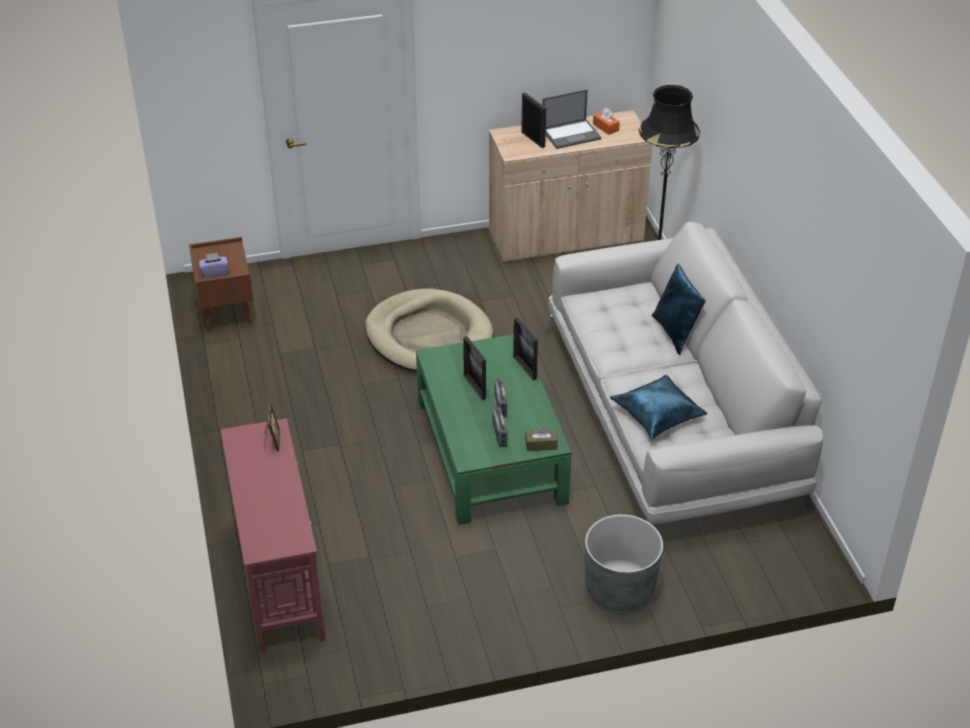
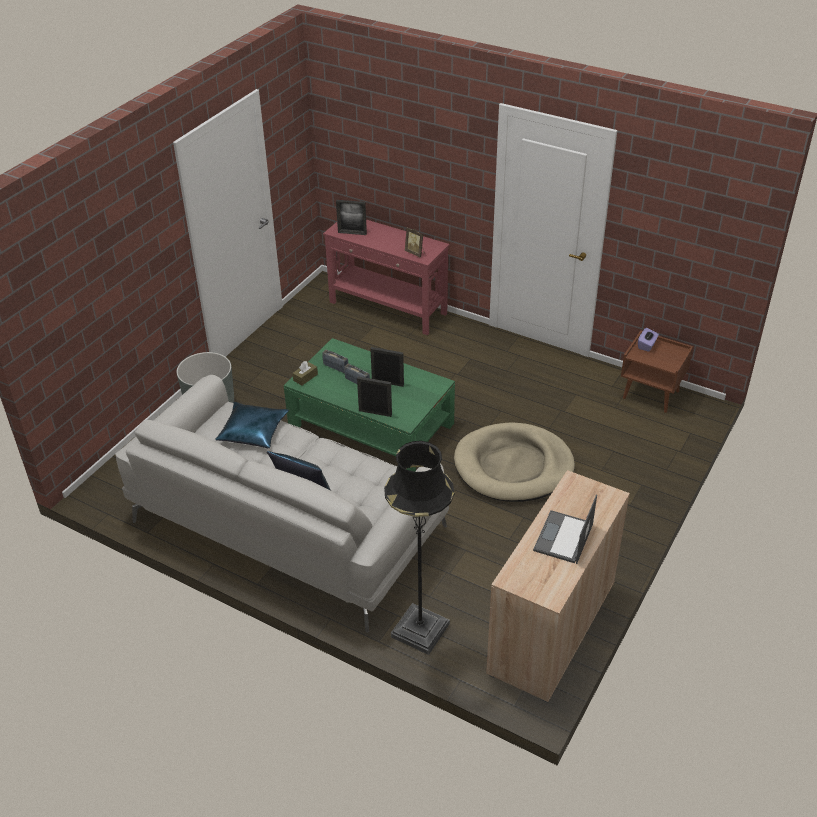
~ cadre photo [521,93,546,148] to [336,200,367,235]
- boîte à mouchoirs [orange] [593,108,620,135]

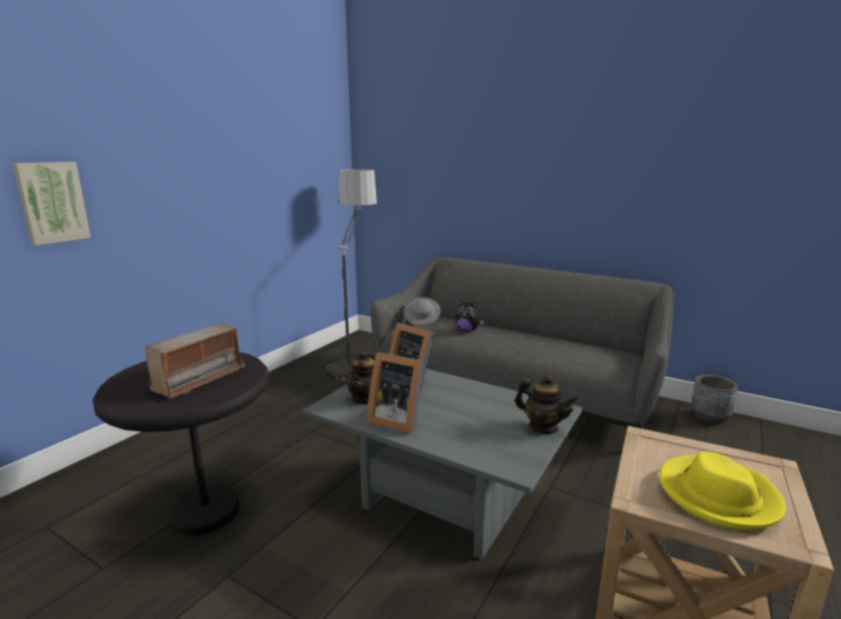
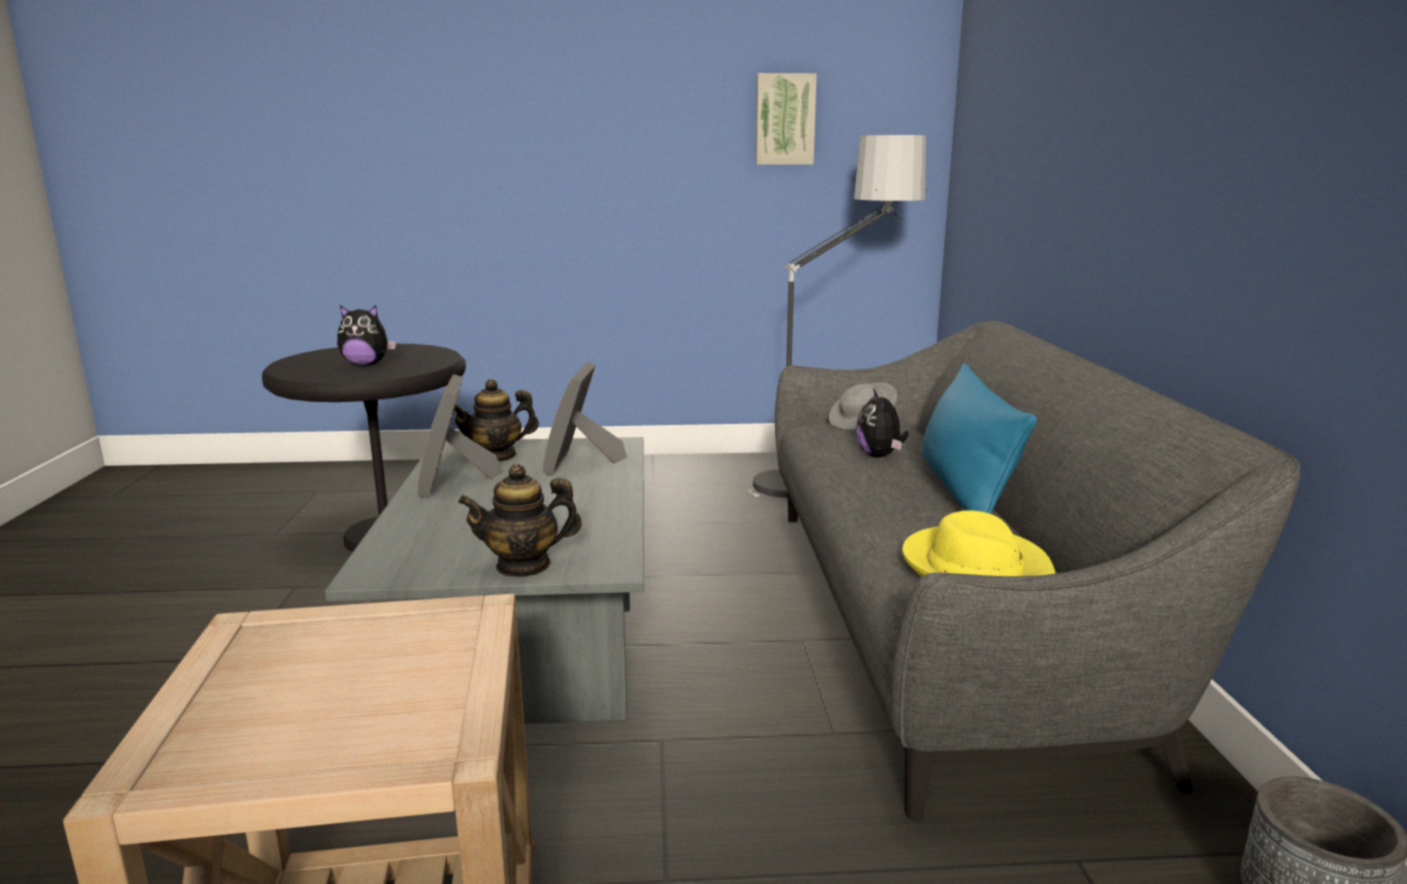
~ tableau [13,162,91,245] to [756,73,817,165]
~ radio [145,323,245,399] to peluche [337,305,396,366]
~ théière [515,375,578,434] = [458,464,582,577] 75 degrees clockwise
~ chapeau [jaune] [659,452,786,530] to [902,510,1055,577]
+ coussin [bleu] [922,363,1037,514]

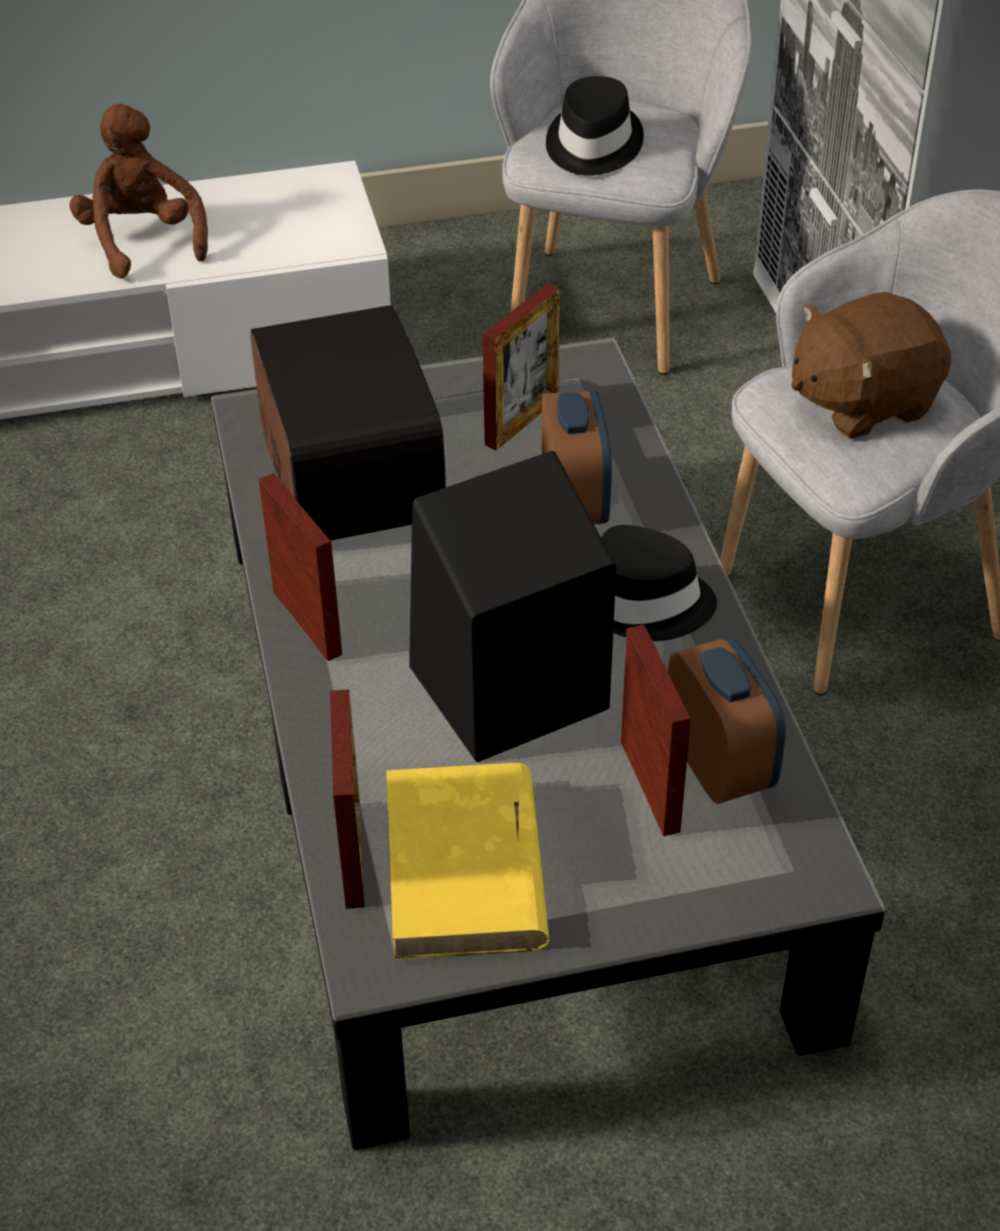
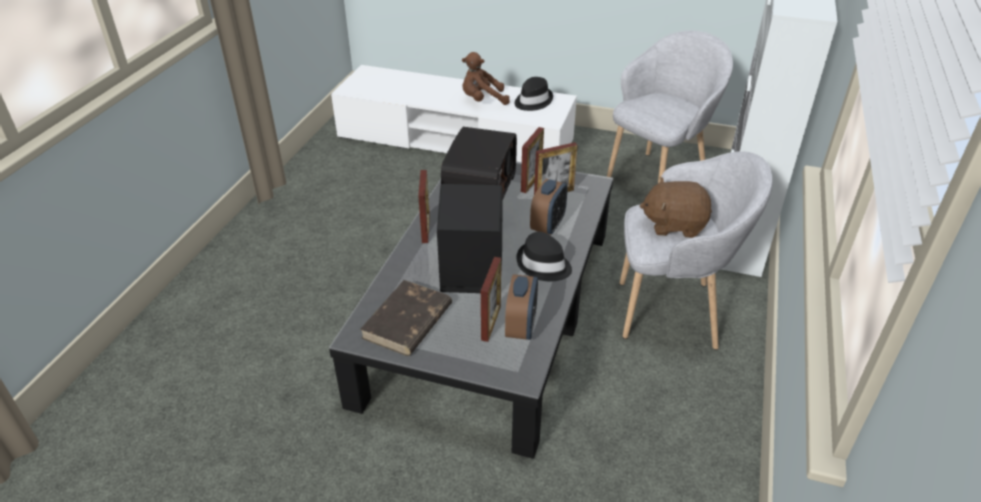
~ peluche [marron] [70,104,208,279] = [462,52,510,105] 105 degrees counterclockwise
~ cadre photo [330,689,365,909] to [521,127,544,193]
~ livre [jaune] [386,763,550,960] to livre [marron] [360,280,452,356]
~ chapeau [noir] [546,76,644,176] to [514,77,553,111]

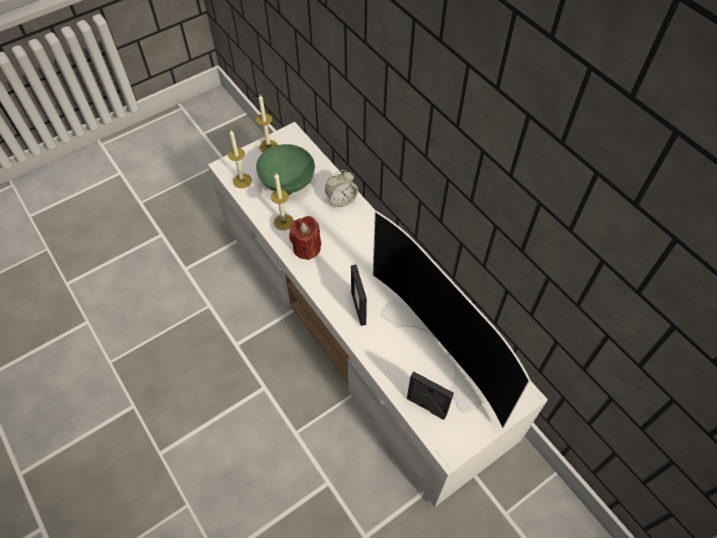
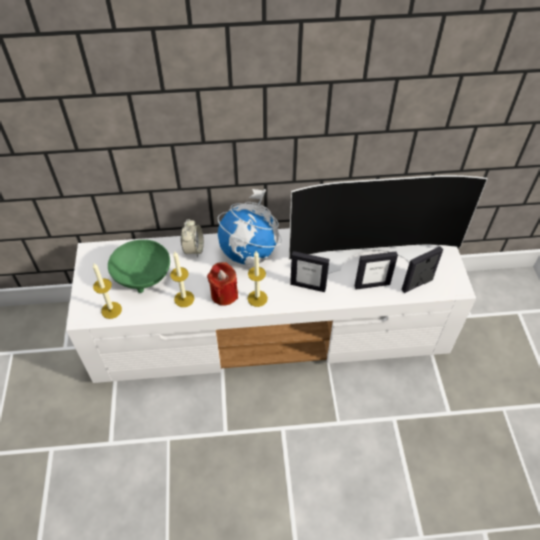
~ bougie [256,95,278,152] to [248,251,268,307]
+ globe [218,189,282,265]
+ cadre photo [355,251,398,290]

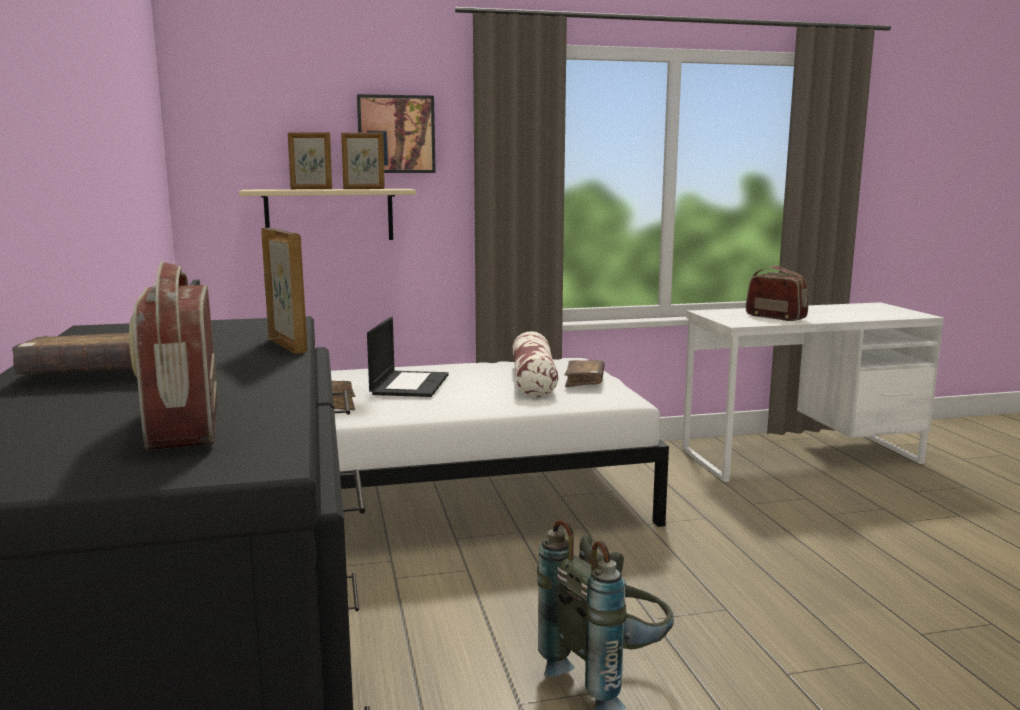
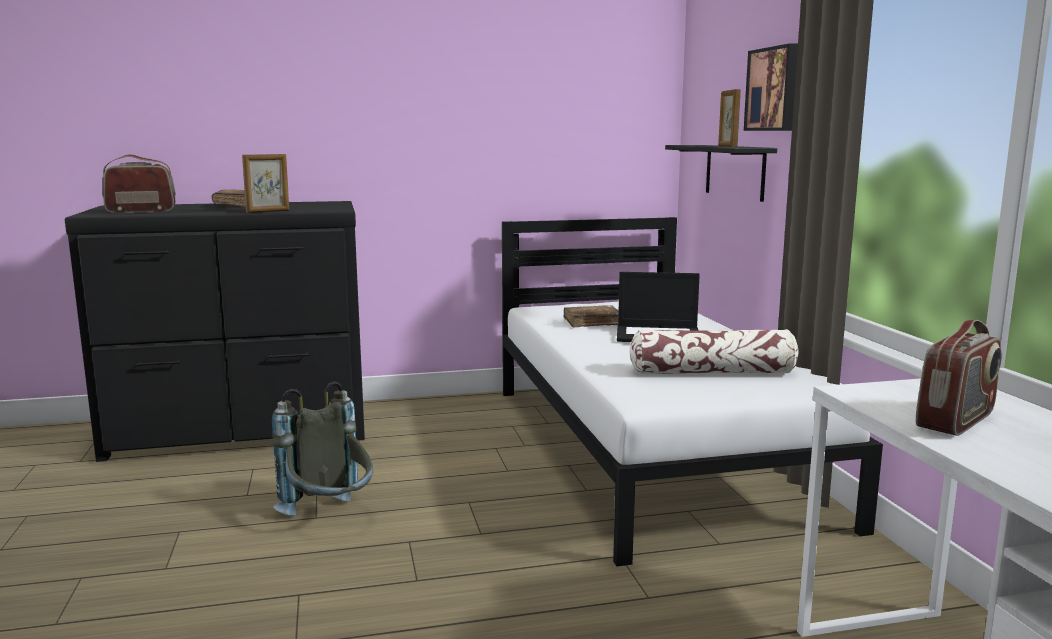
~ étagère [beige] [239,189,416,240] to étagère [noir] [665,145,777,202]
- cadre photo [288,132,332,189]
- livre [marron] [565,360,605,387]

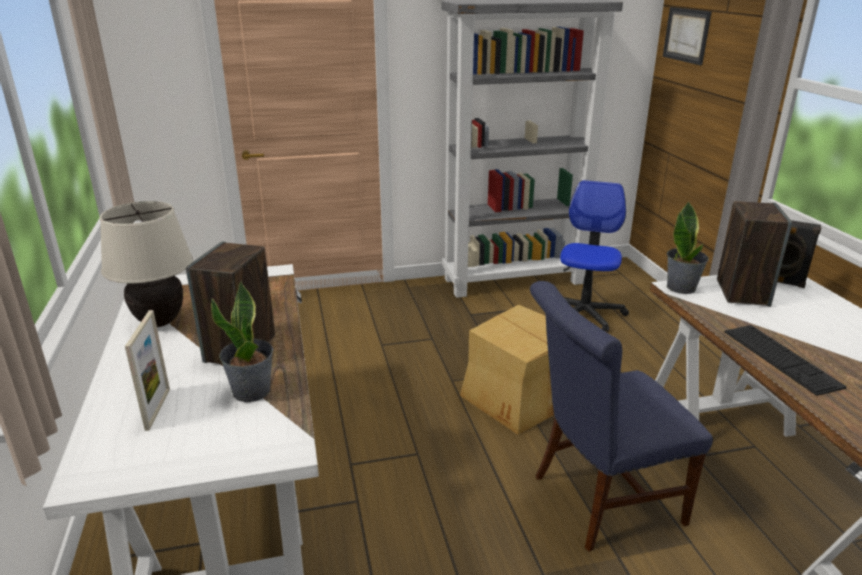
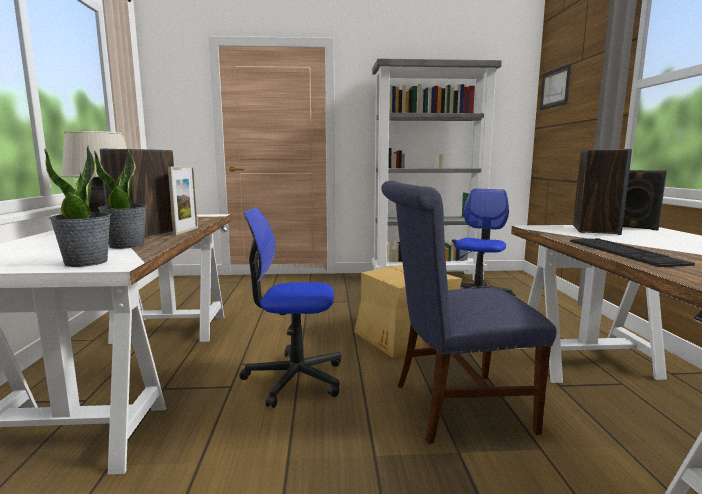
~ cadre photo [125,310,170,431] to [168,166,198,235]
~ plante en pot [667,201,709,294] to [44,146,111,267]
+ chaise de bureau [239,208,342,408]

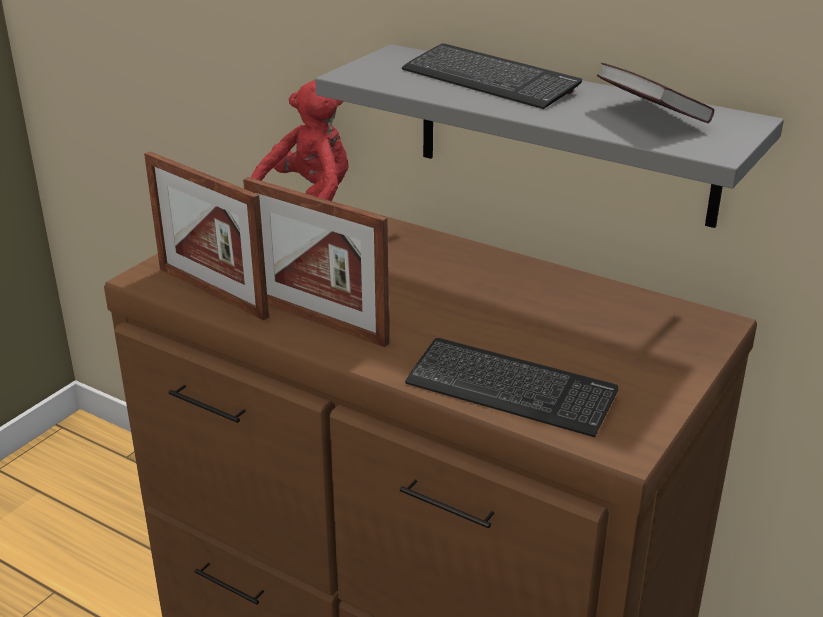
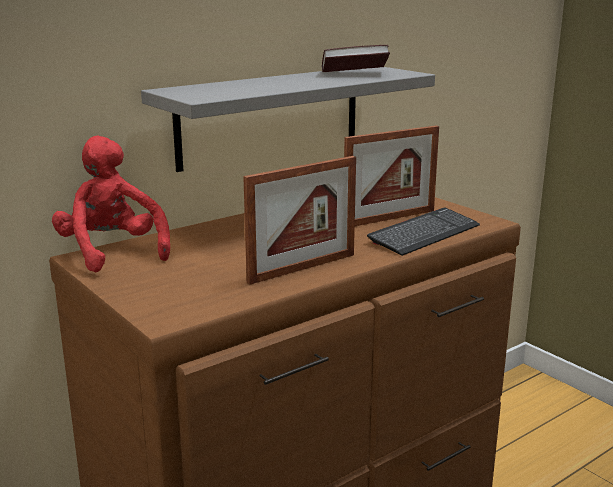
~ cadre photo [144,152,269,320] to [344,126,439,226]
- clavier [402,44,582,109]

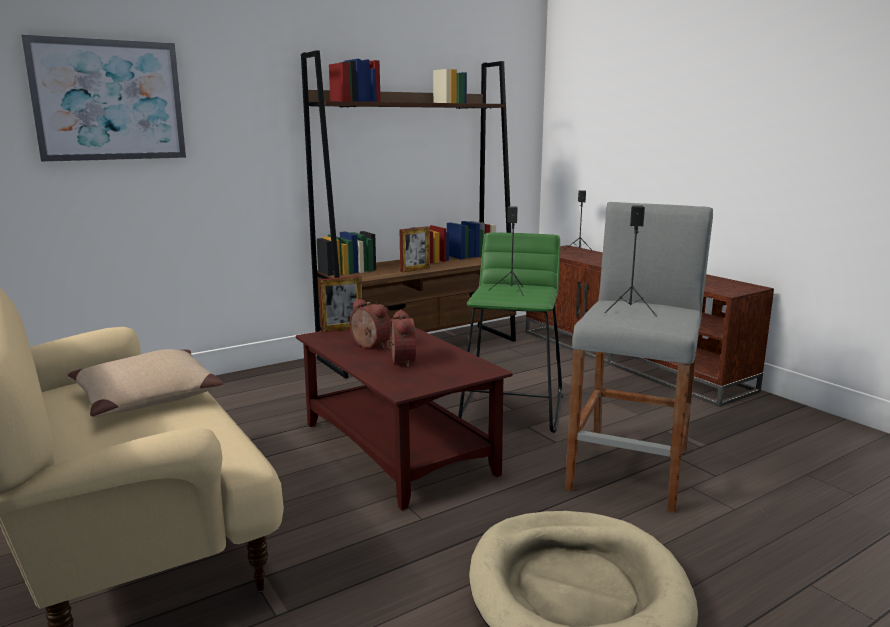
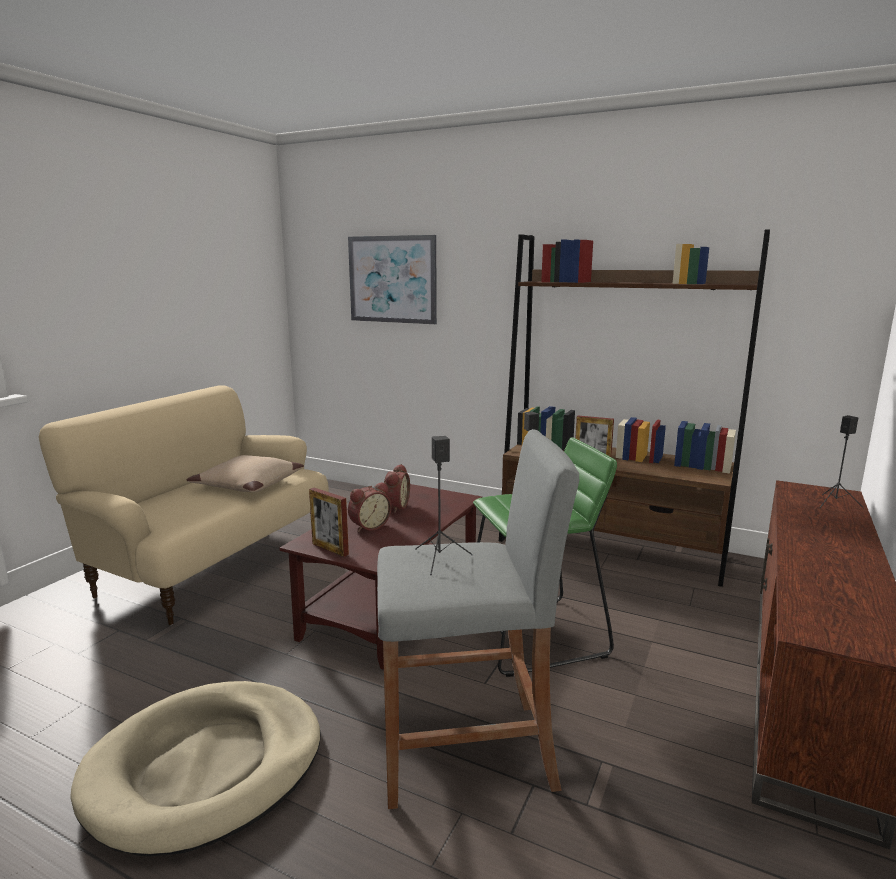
~ cadre photo [319,276,362,332] to [309,488,349,557]

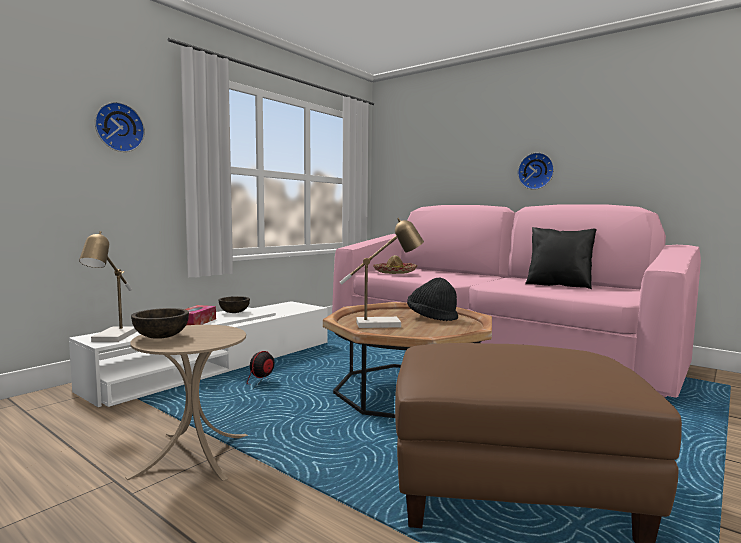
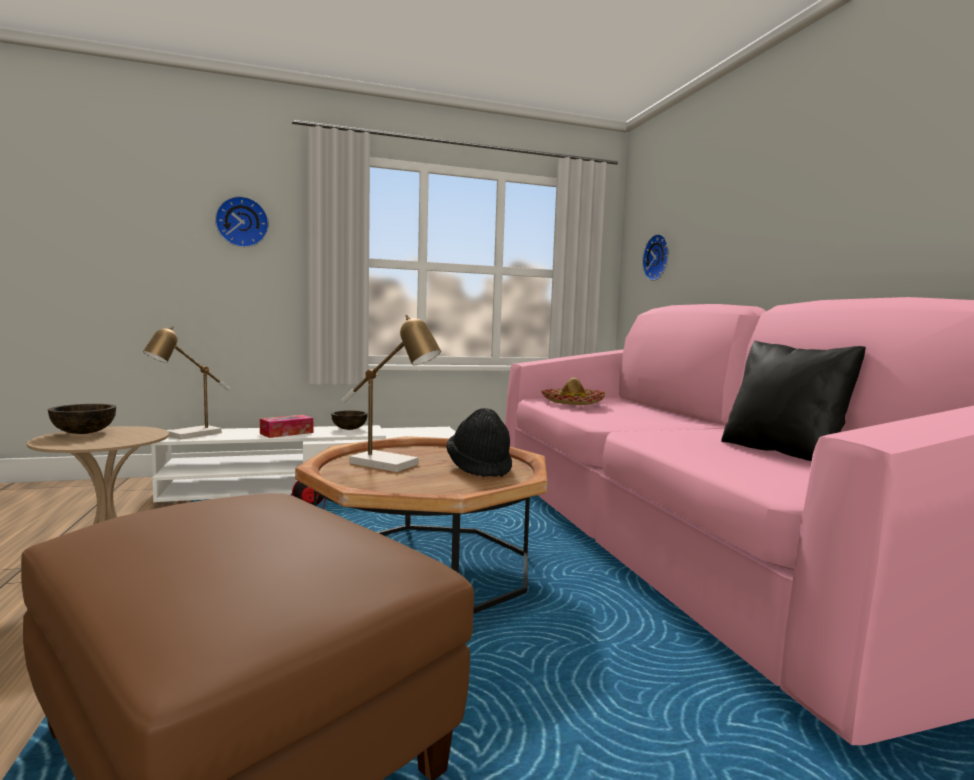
~ horloge murale [518,152,554,190] to [642,234,669,281]

